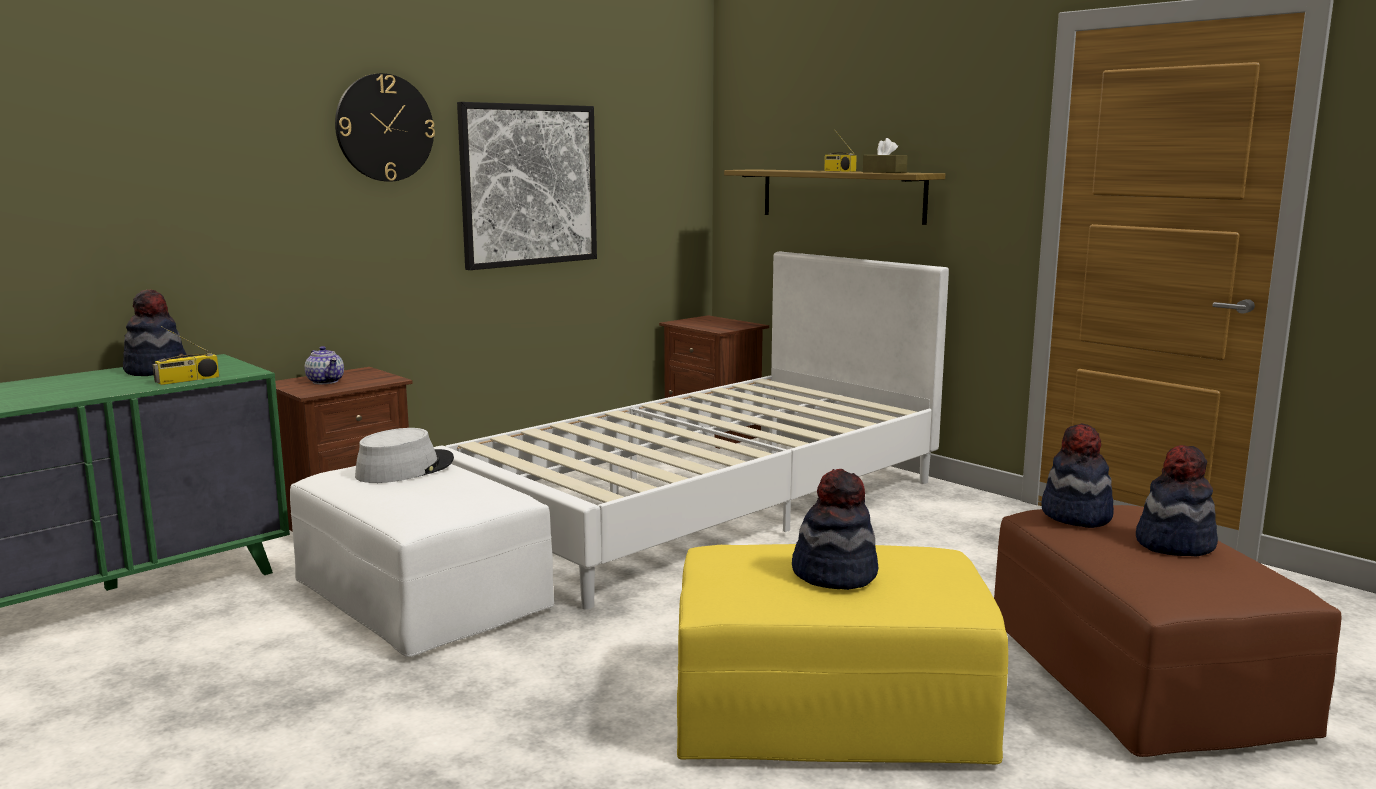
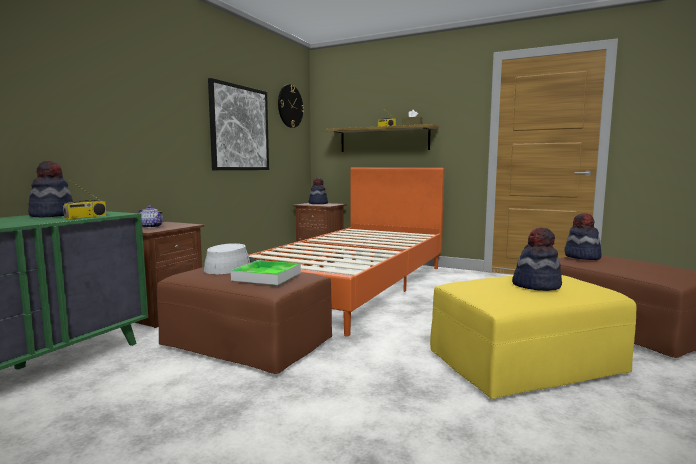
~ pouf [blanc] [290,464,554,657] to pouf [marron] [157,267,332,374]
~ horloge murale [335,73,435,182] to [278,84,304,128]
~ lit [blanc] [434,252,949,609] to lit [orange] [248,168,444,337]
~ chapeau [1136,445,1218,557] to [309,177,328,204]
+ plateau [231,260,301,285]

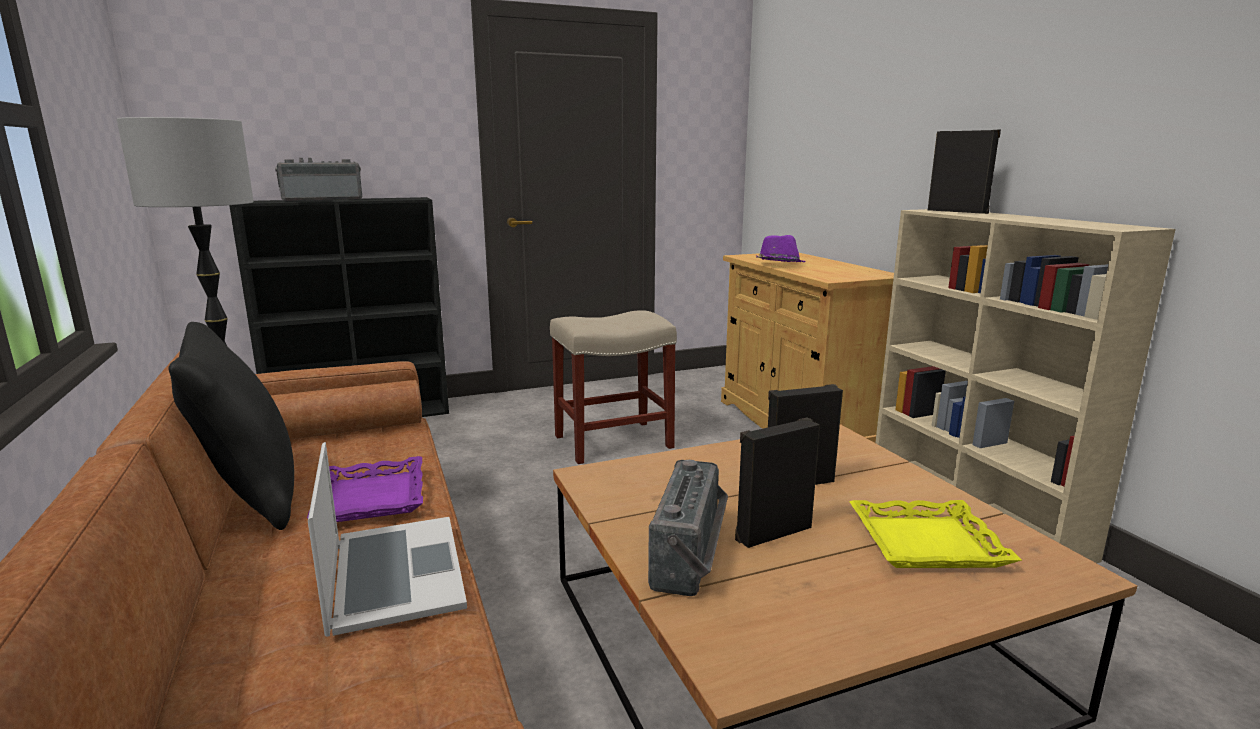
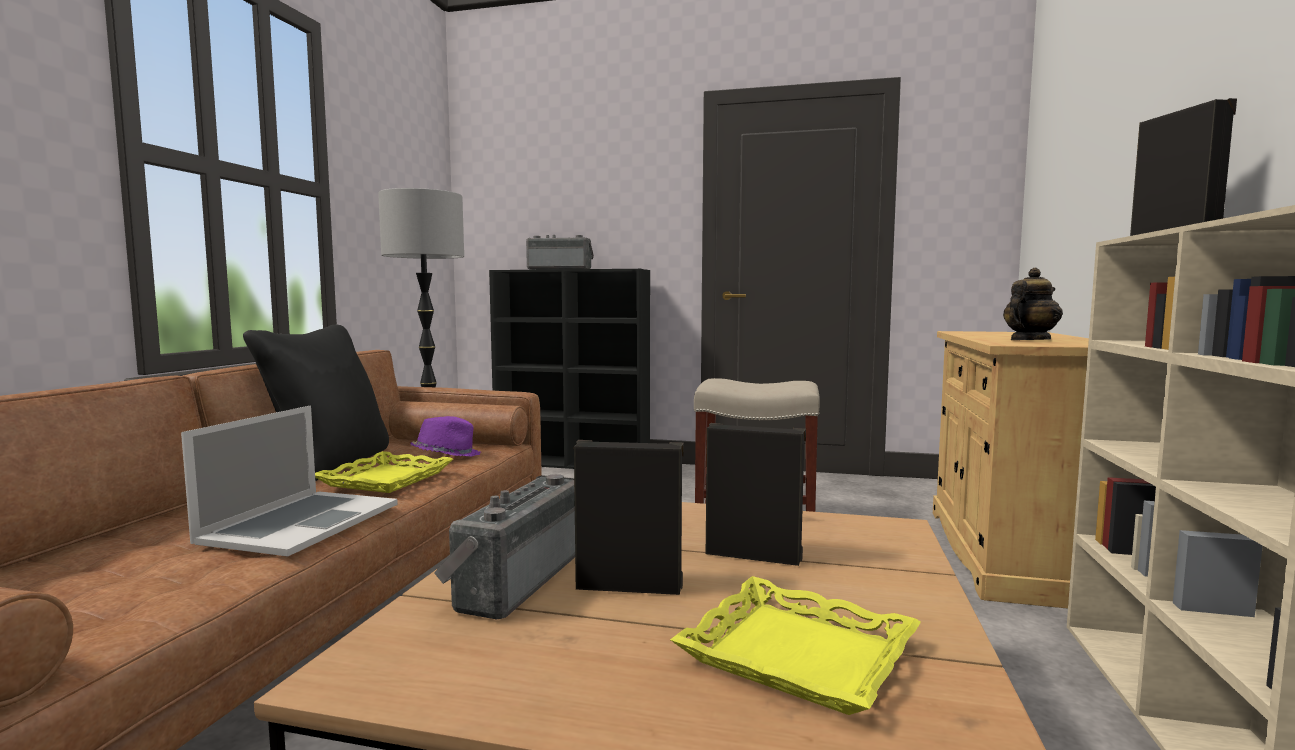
~ plateau [violet] [307,456,423,522] to plateau [jaune] [315,451,453,493]
~ radio [648,460,728,596] = [434,474,575,619] 150 degrees clockwise
~ chapeau [violet] [756,235,805,262] to [410,416,480,457]
+ théière [1003,268,1063,340]

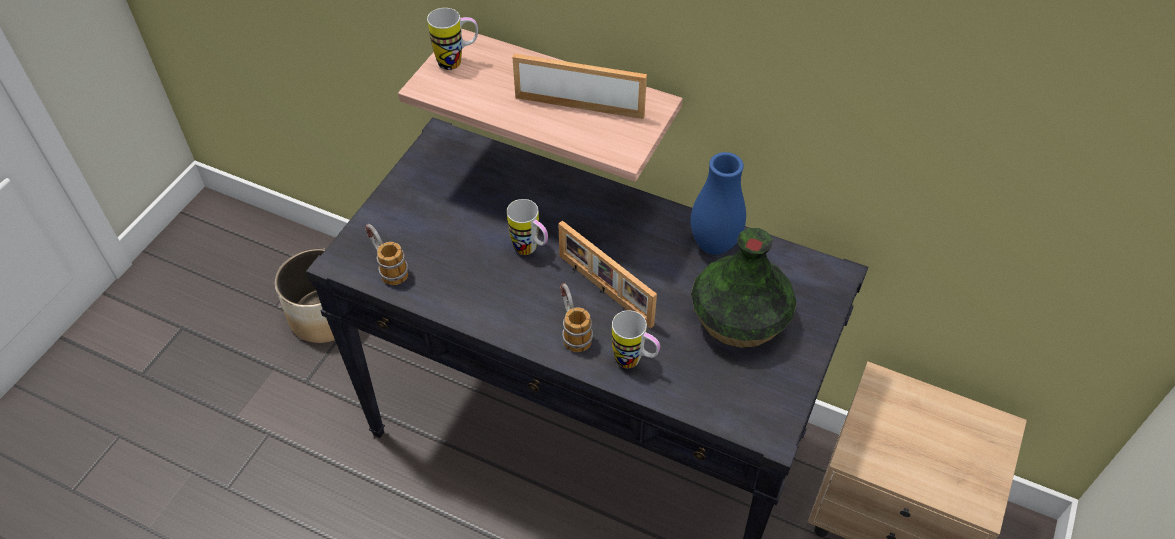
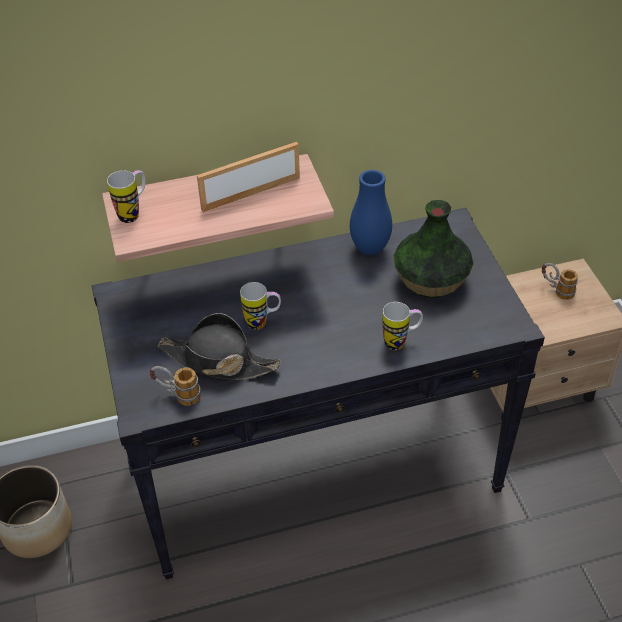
- cadre photo [558,220,657,329]
~ mug [560,283,593,352] to [542,263,578,300]
+ chapeau [noir] [157,313,281,380]

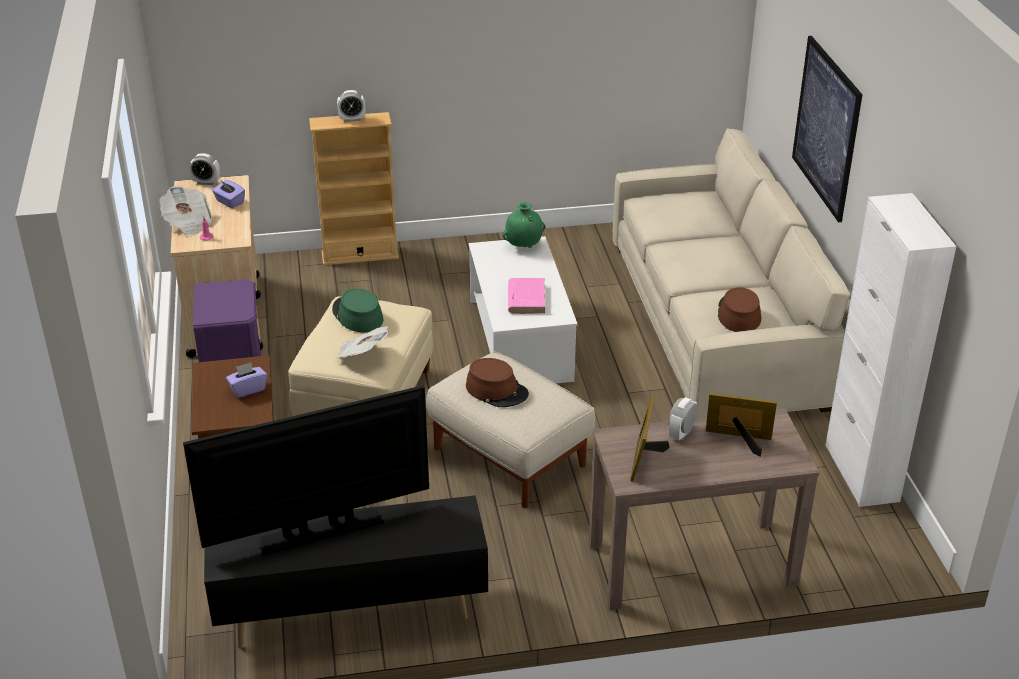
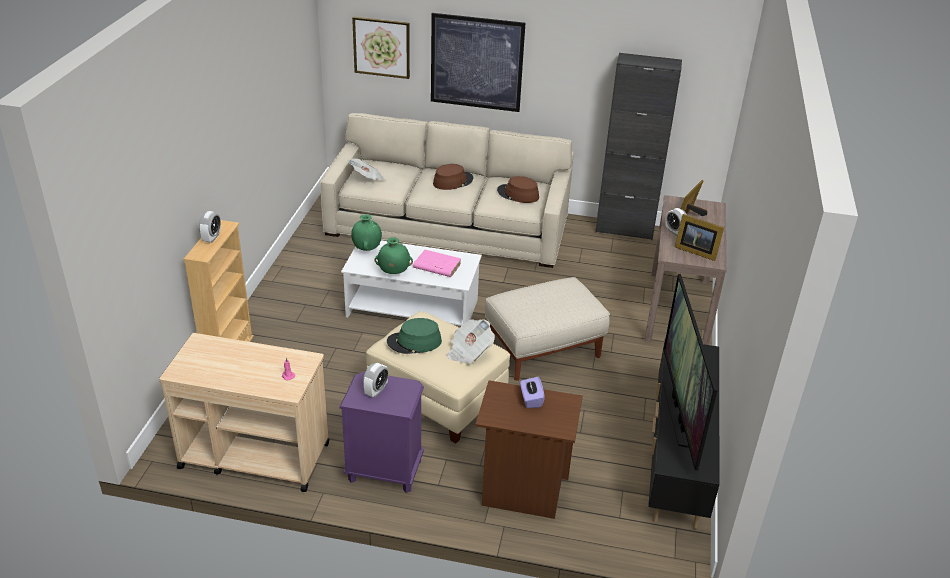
~ journal [159,186,213,237] to [348,158,386,180]
~ réveil [189,153,220,185] to [363,363,389,397]
- boîte à mouchoirs [violet] [212,180,245,208]
~ chapeau [marron] [466,358,529,407] to [433,164,473,190]
~ meuble de rangement [blanc] [825,193,956,507] to meuble de rangement [noir] [595,53,682,240]
+ tableau [352,16,410,79]
+ vase [vert] [375,237,413,274]

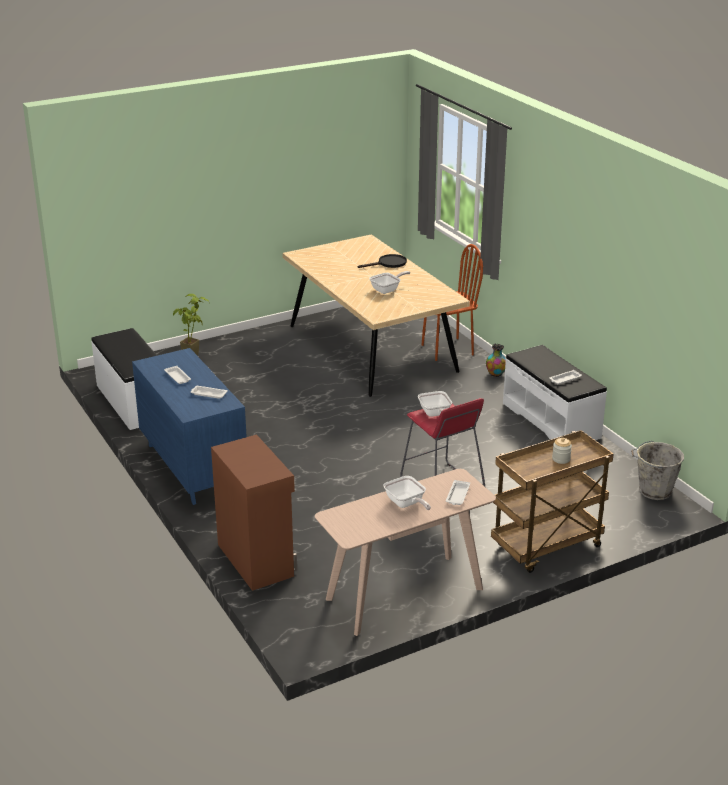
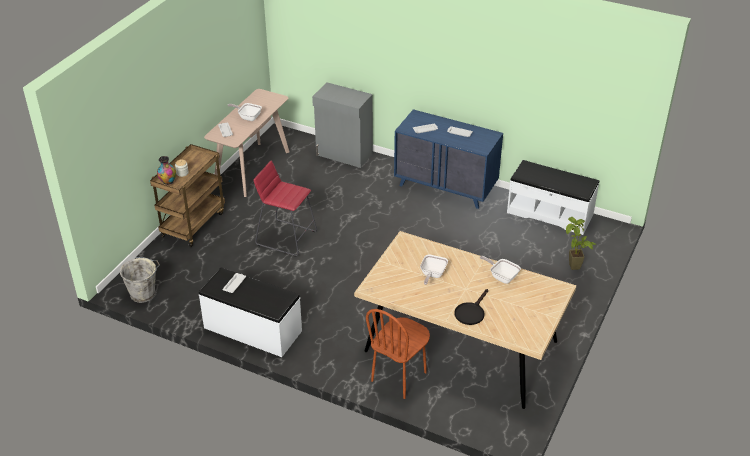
~ meuble de rangement [marron] [211,435,297,591] to meuble de rangement [gris] [312,82,373,168]
~ poêle [418,391,452,417] to [480,256,521,284]
~ vase [486,344,506,377] to [157,156,176,185]

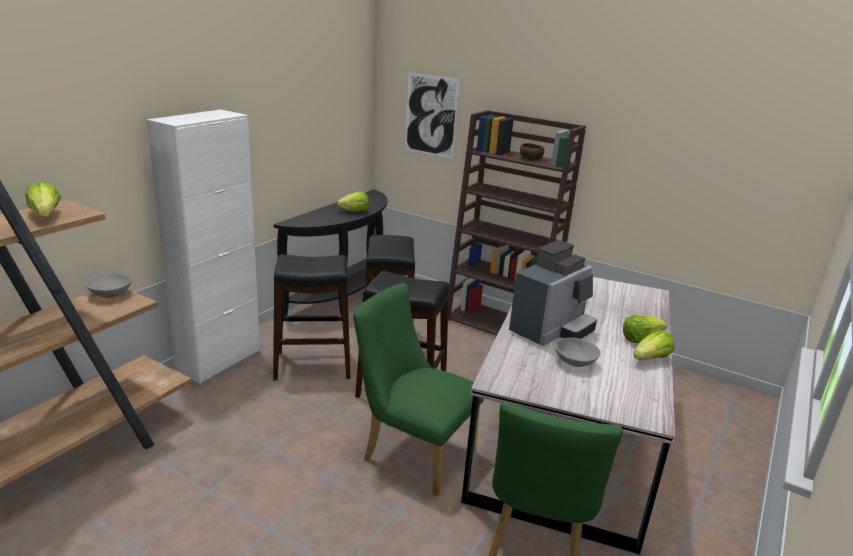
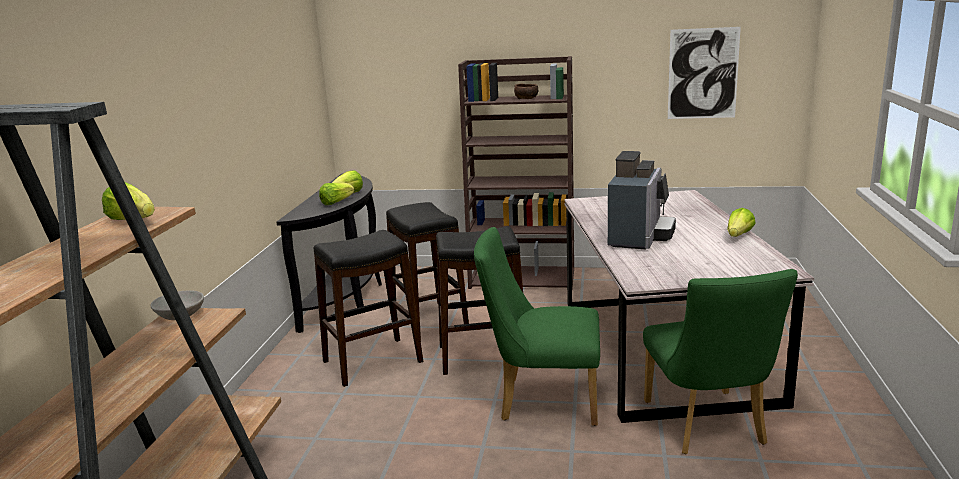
- meuble de rangement [blanc] [146,109,260,384]
~ tableau [405,72,459,159] to [668,27,741,119]
- bol [gris] [555,338,601,367]
~ laitue [623,315,667,343] to [319,183,354,205]

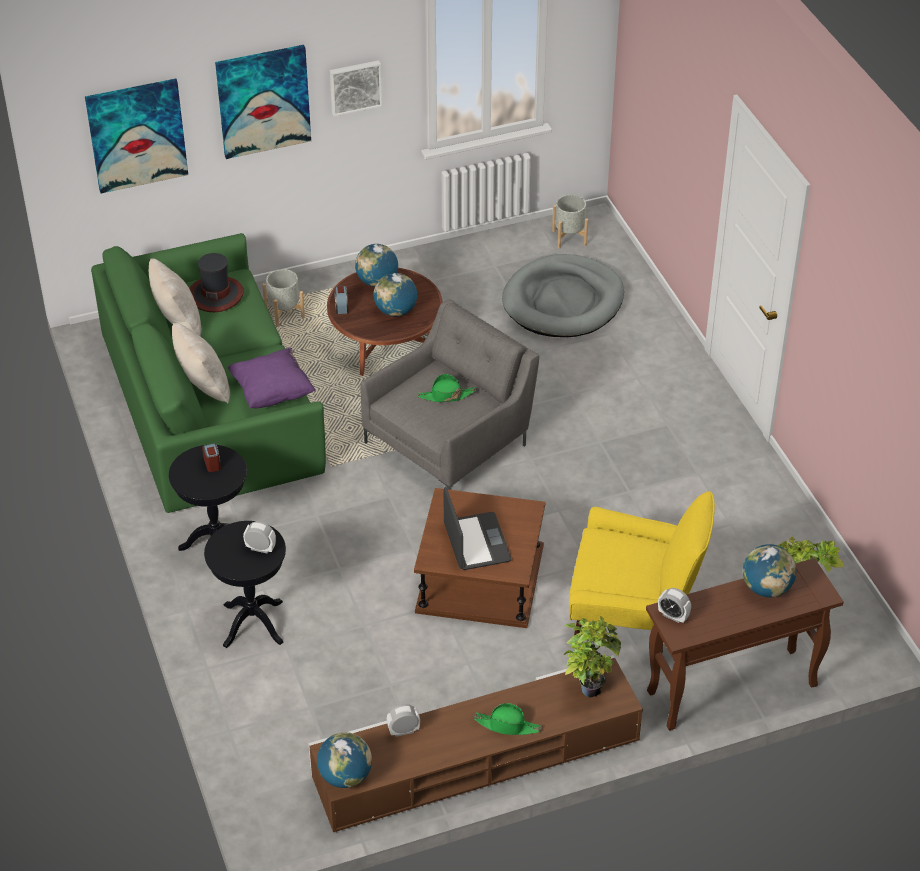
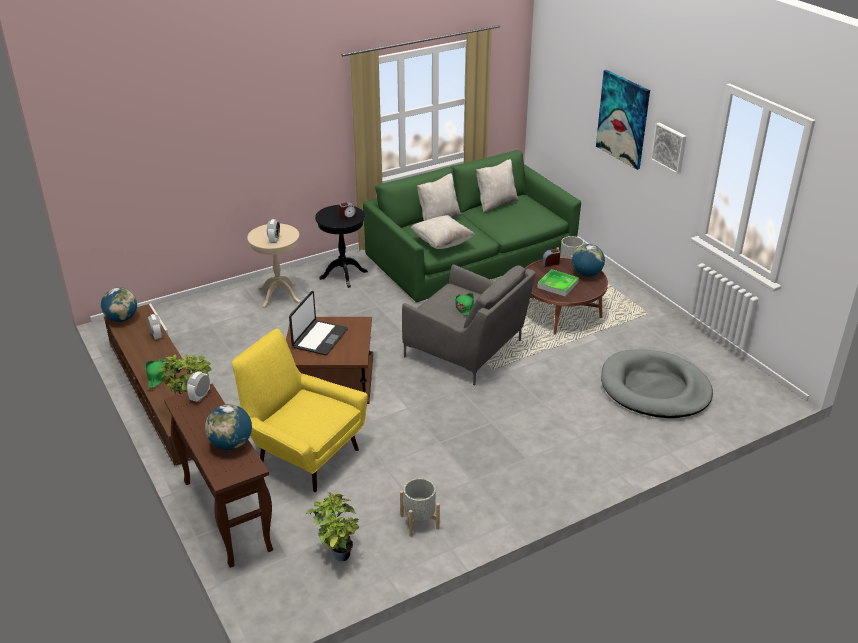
- tableau [85,79,188,193]
- chapeau [190,253,244,312]
~ table d'appoint [noir] [204,521,286,648] to table d'appoint [beige] [247,224,301,308]
~ coussin [violet] [228,347,315,408] to coussin [beige] [411,215,475,249]
~ globe [374,273,417,317] to plateau [537,269,579,297]
~ ordinateur portable [443,487,511,570] = [289,291,348,355] 45 degrees counterclockwise
~ cache-pot [gris] [552,195,588,249] to [400,478,440,537]
~ fauteuil [jaune] [569,492,715,653] = [232,329,368,492] 120 degrees clockwise

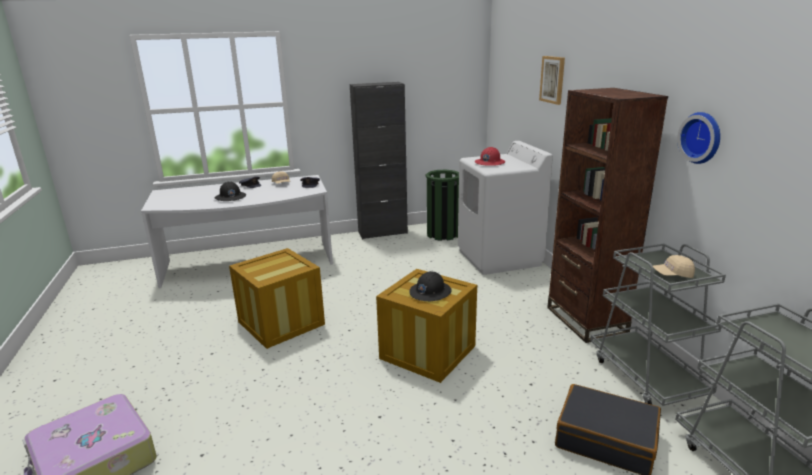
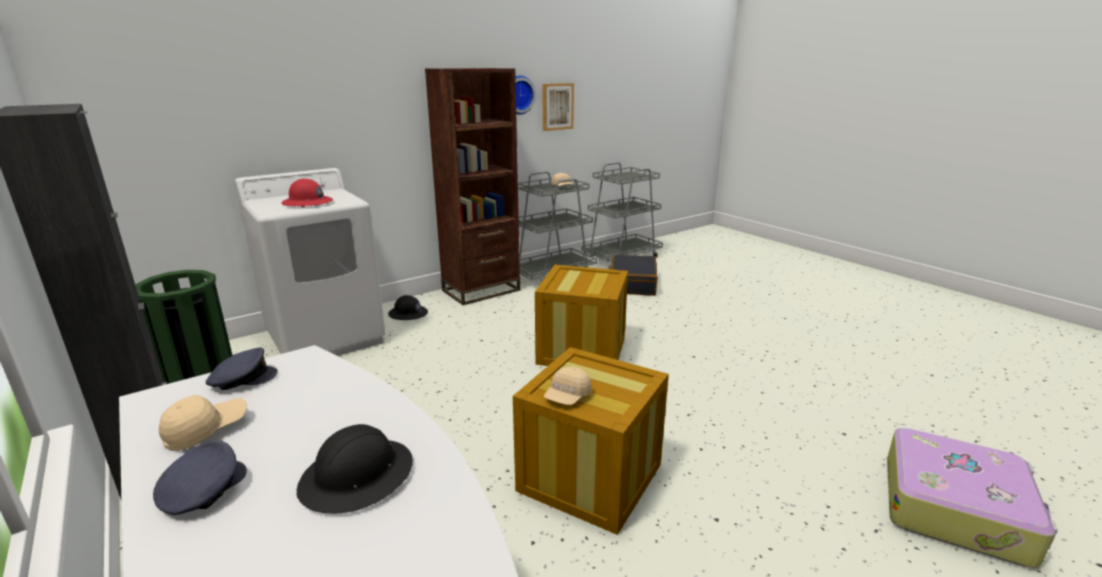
~ casque de chantier [noir] [409,271,452,301] to [388,295,428,320]
~ tableau [539,56,565,105] to [542,83,574,131]
+ casquette [beige] [544,367,592,405]

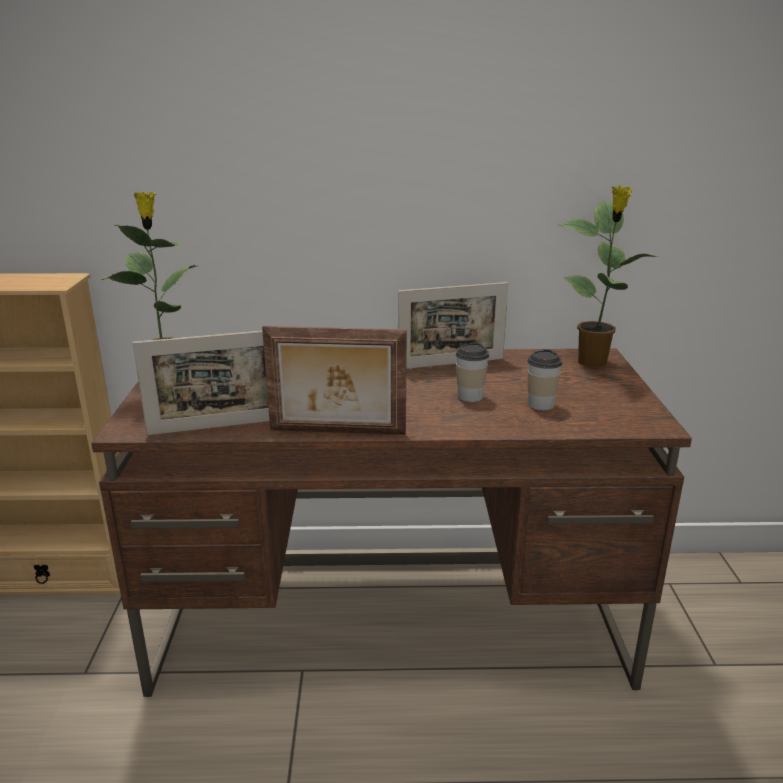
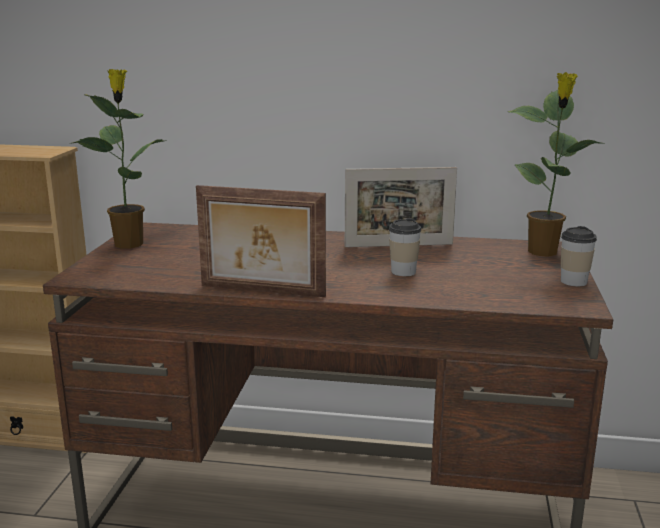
- cadre photo [132,331,269,435]
~ tasse [527,349,562,410] to [561,226,597,286]

